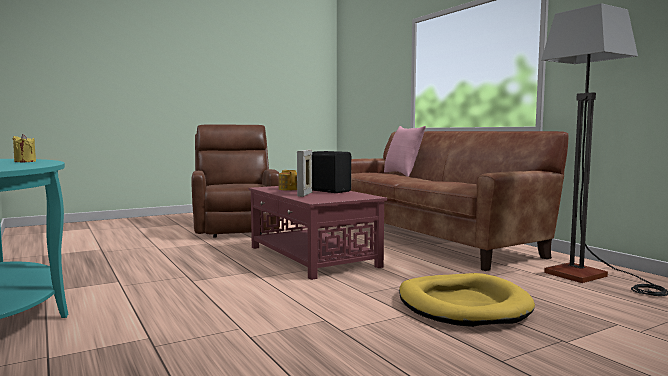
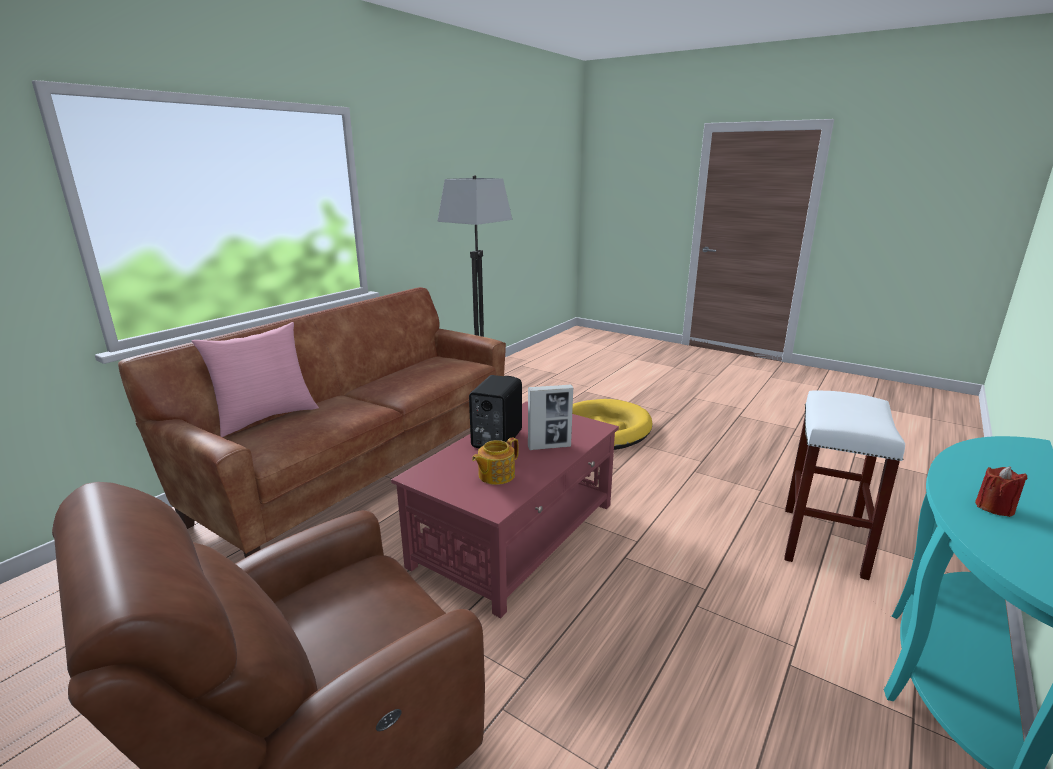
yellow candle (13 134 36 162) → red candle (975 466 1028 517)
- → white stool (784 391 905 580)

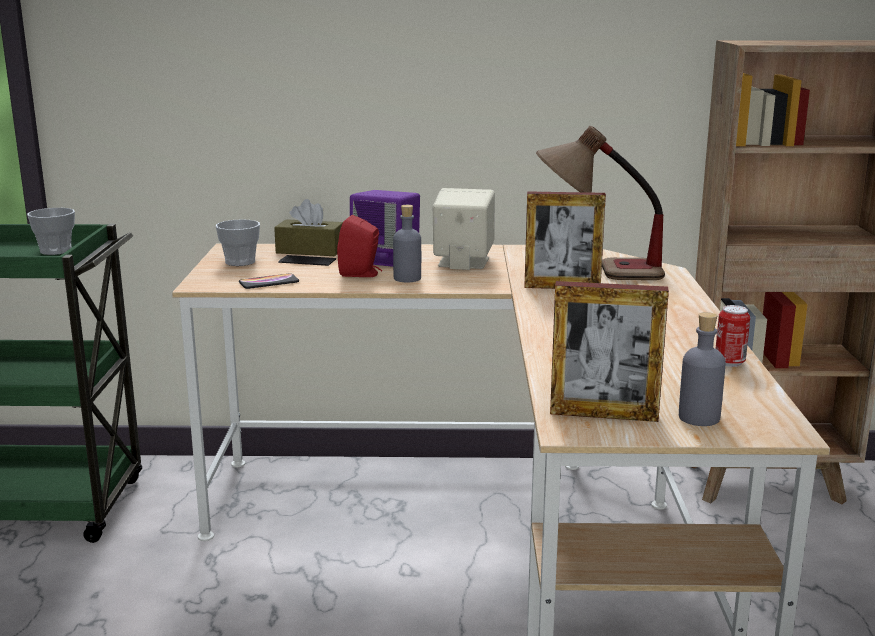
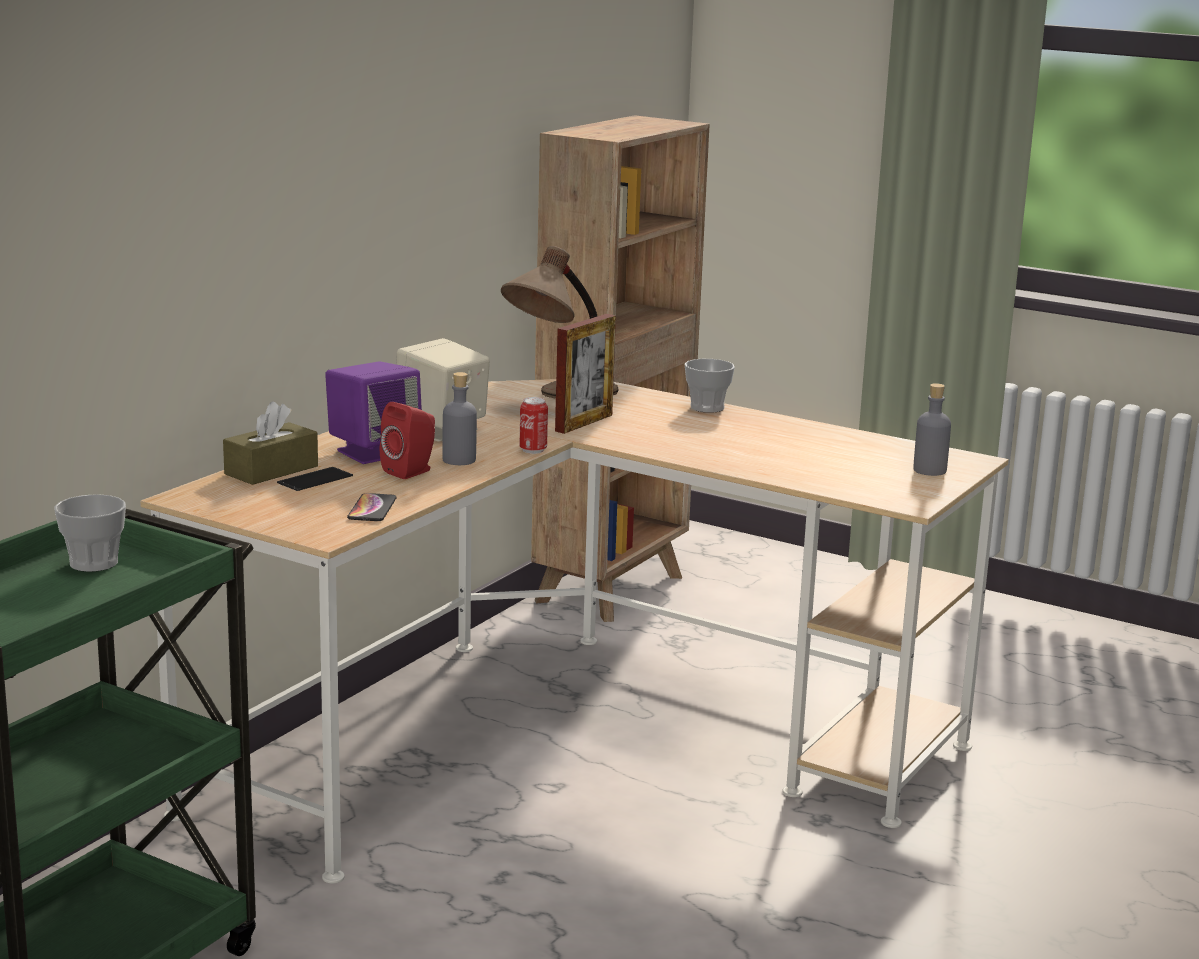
cup (216 219 260 266) → cup (685 359 735 413), moved
picture frame (550 281 669 422) → -
can (715 305 750 367) → can (519 397 548 454), moved

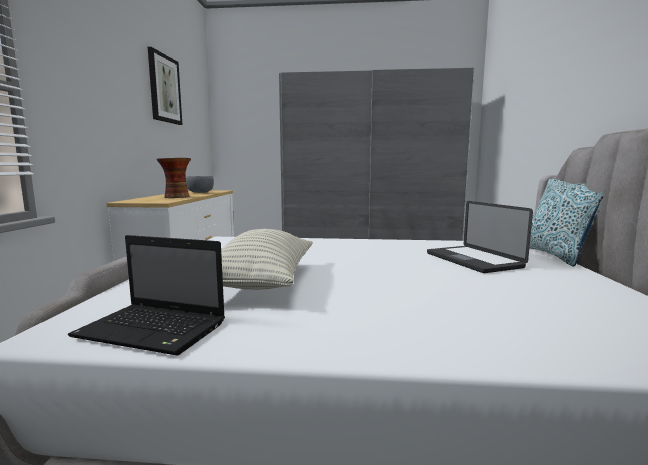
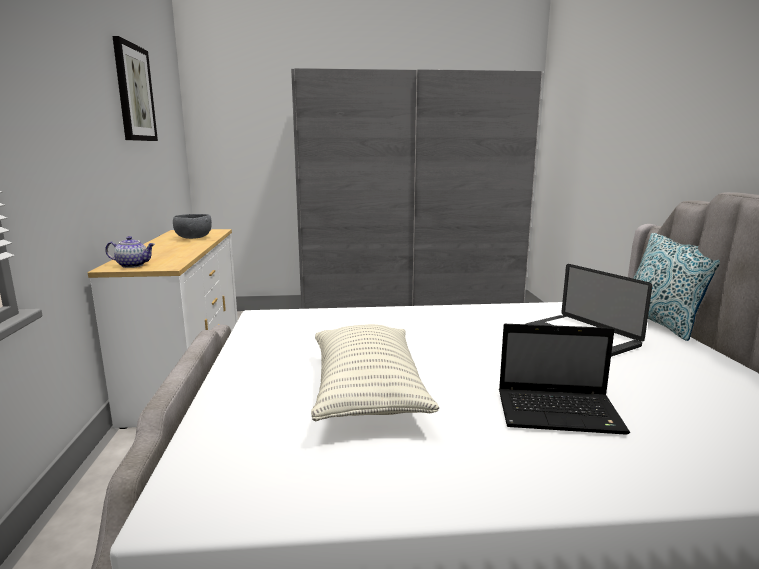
laptop (68 235 225 356) → laptop (499 324 630 435), moved
vase (157 158 191 198) → -
- → teapot (105 236 155 268)

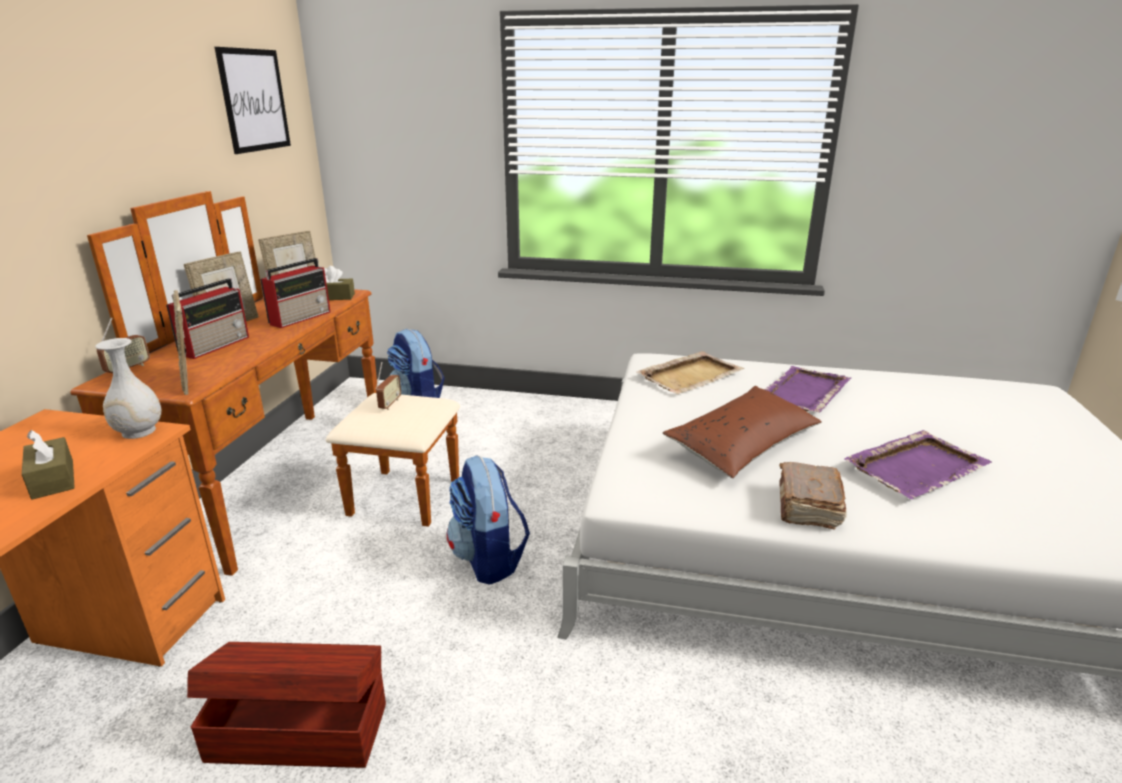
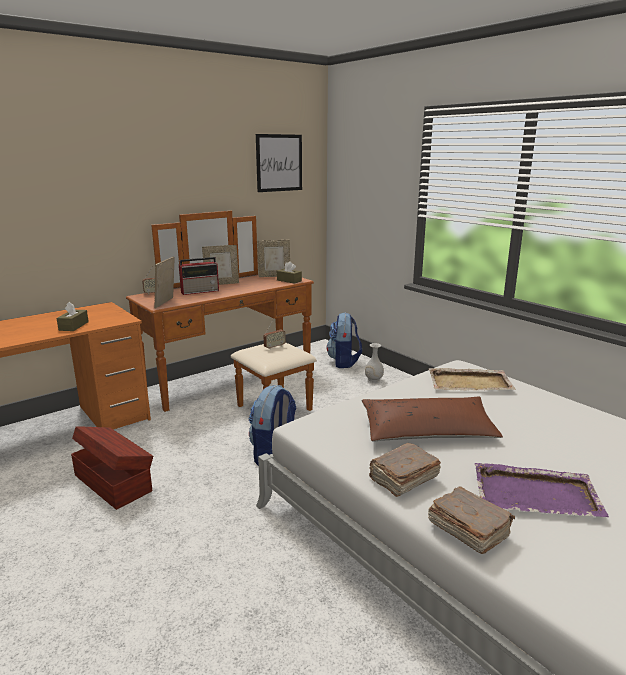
white vase (95 338 161 439) → white vase (365 343 384 382), moved
radio (260 258 331 328) → -
purple tray (764 366 851 412) → -
- → brown book (428 486 515 554)

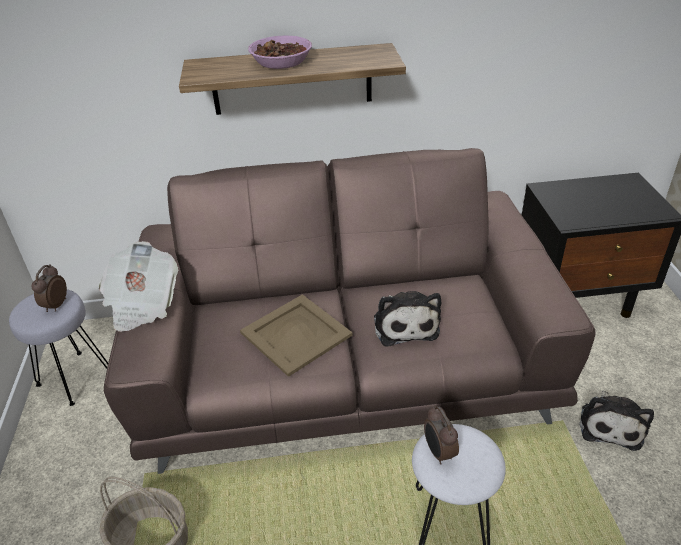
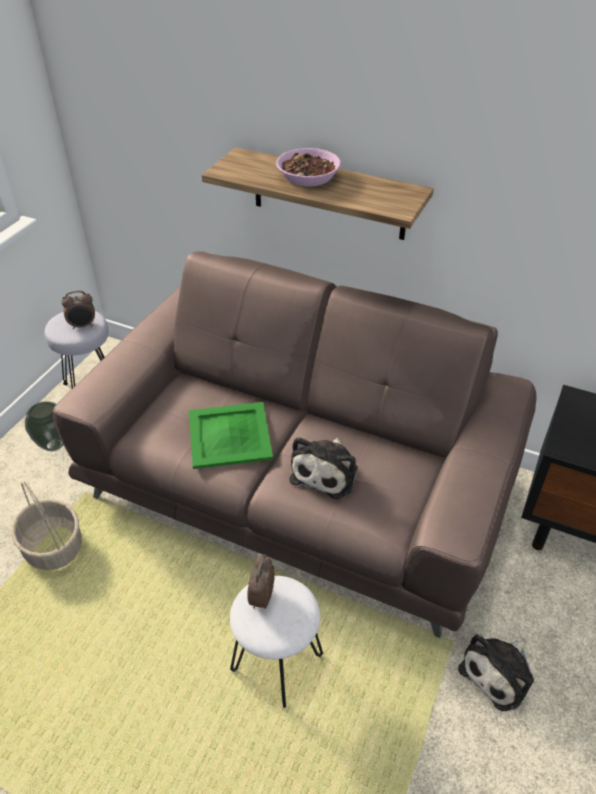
alarm clock (31 264 67 312) → alarm clock (62 290 95 329), 150 degrees counterclockwise
newspaper (99 241 178 332) → -
beige tray (240 294 353 377) → green tray (189 402 273 469)
- → vase (25 401 63 451)

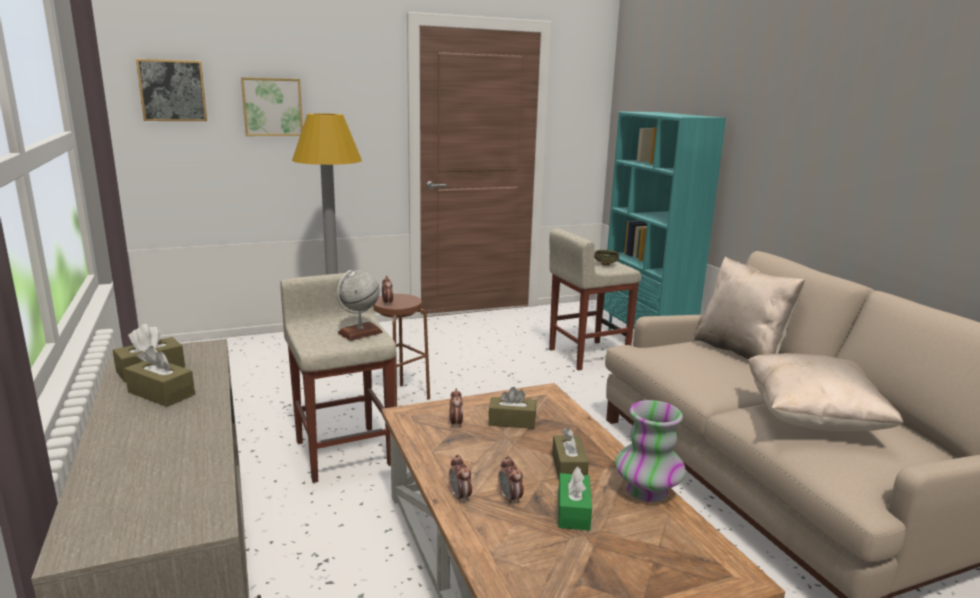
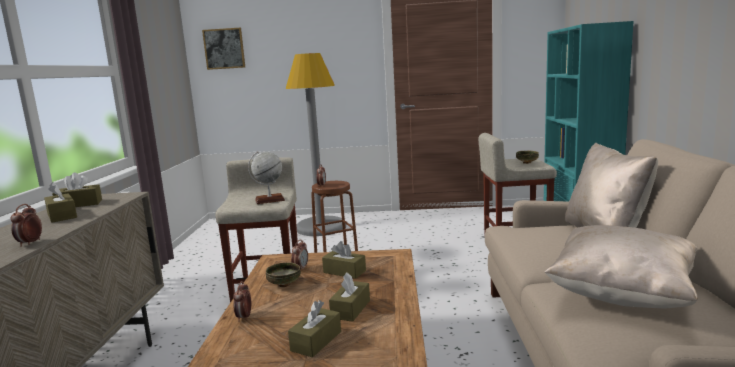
picture (241 77 303 136) → -
alarm clock (498 456 524 505) → alarm clock (11 204 42 247), moved
green tissue box (558 467 592 531) → brown tissue box (288 300 341 357)
vase (615 400 686 502) → -
- → bowl (266 262 301 287)

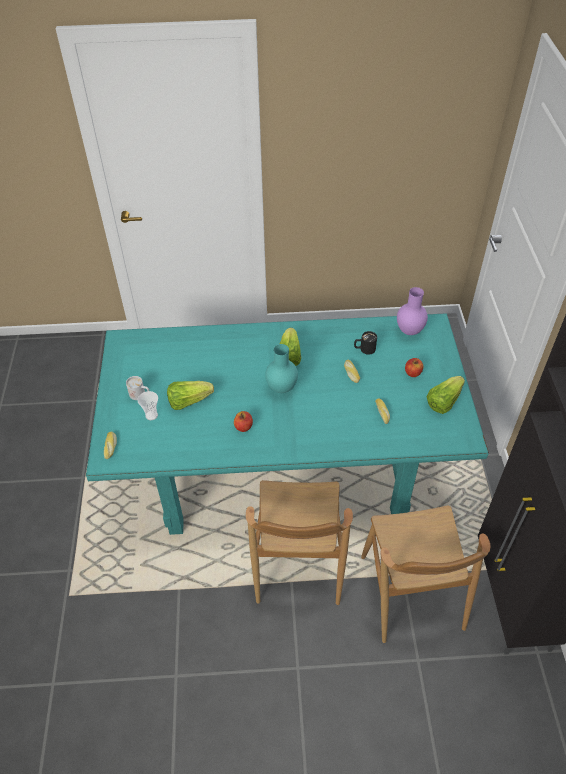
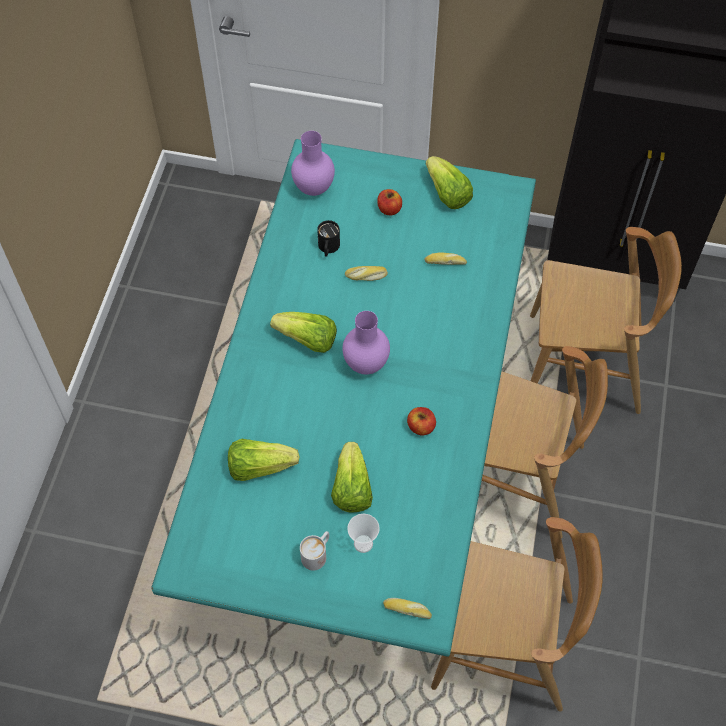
turquoise vase (265 344 298 393) → purple vase (342 311 390 375)
- → lettuce (228 439 300 481)
- → brown chair (431 517 603 712)

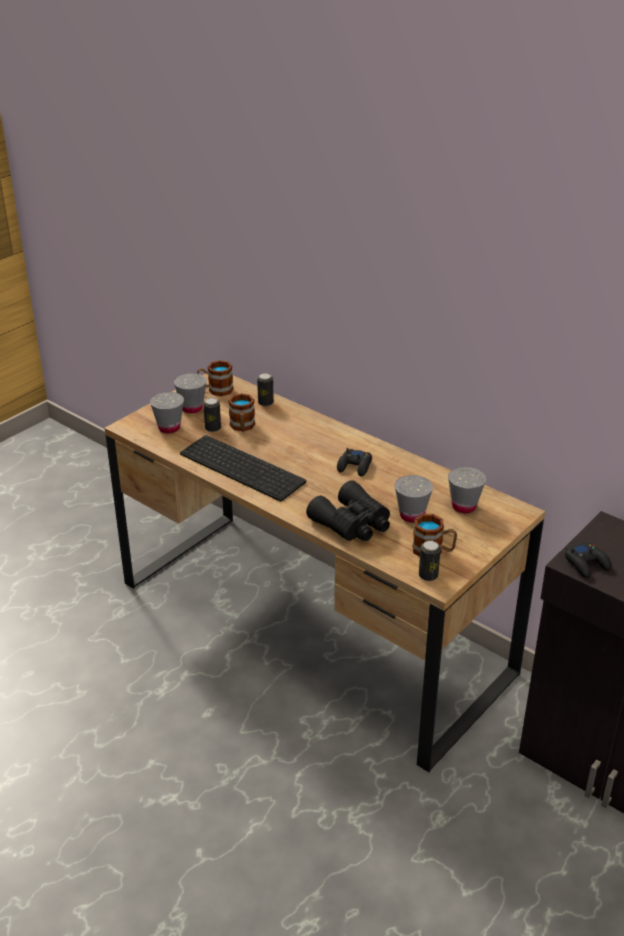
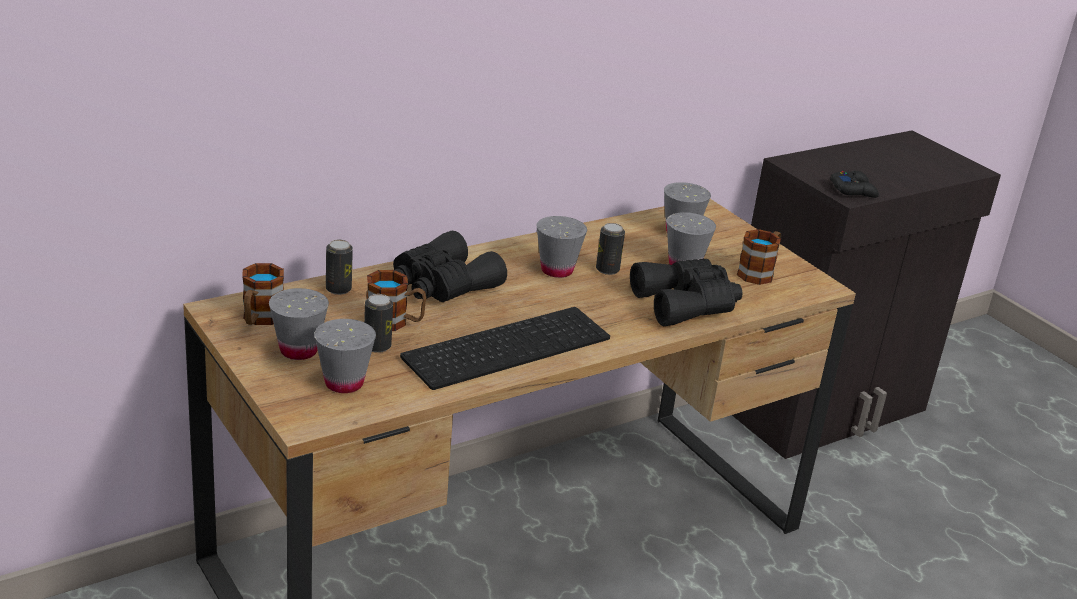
black game controller (337 448 372 477) → grey cup (537 216 587 278)
can (419 540 441 581) → can (596 223 625 275), moved
- → black binoculars (393 230 507 302)

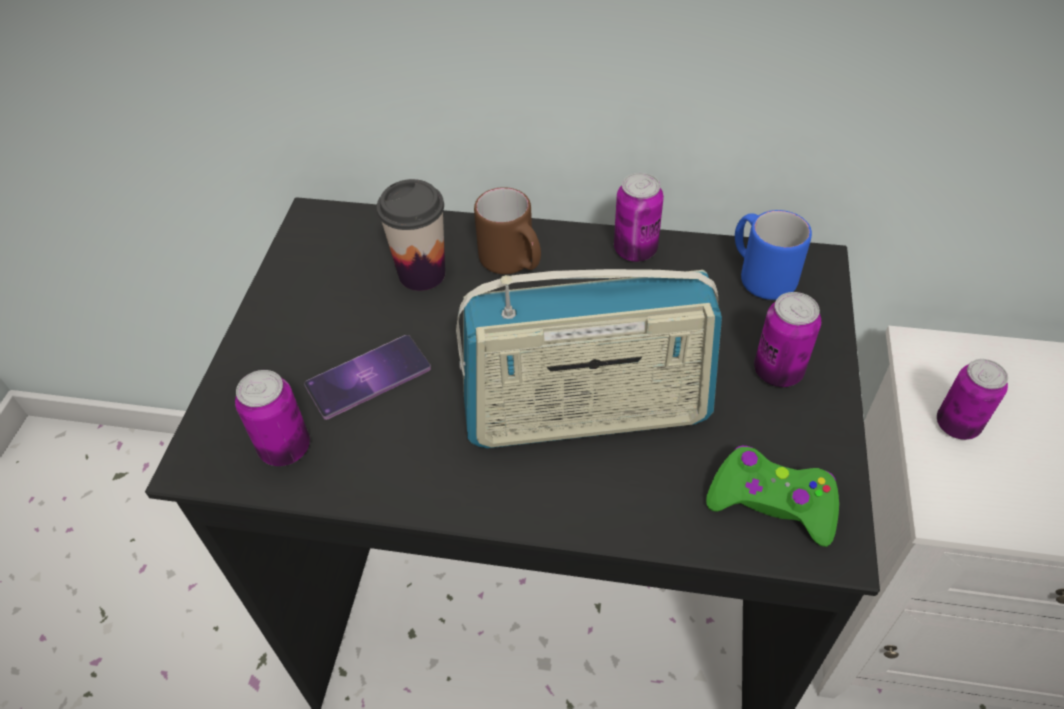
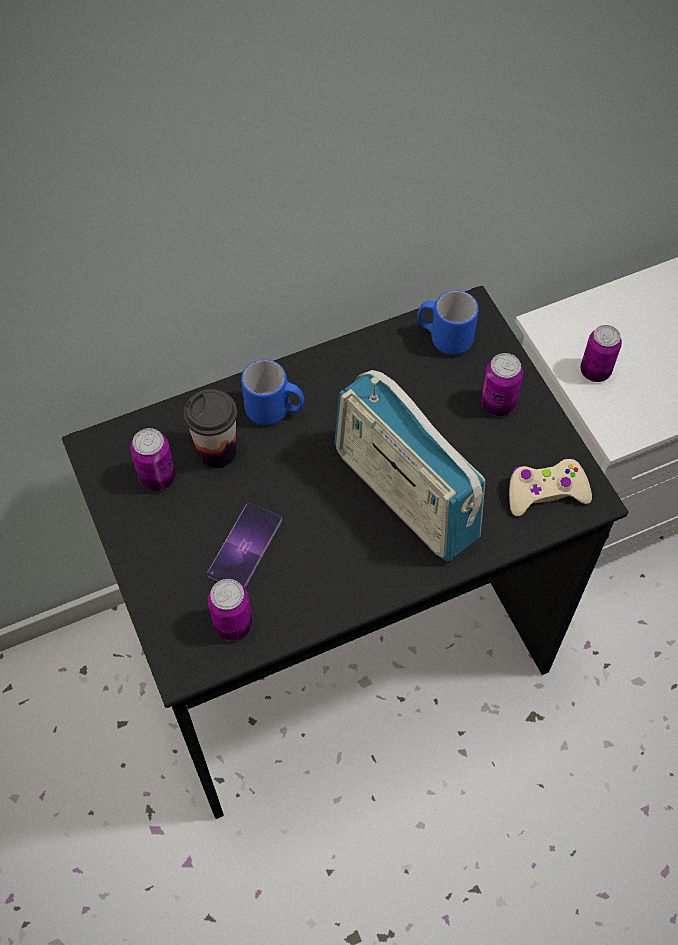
radio (456 269 722 448) → radio (334 370 485 561), 90 degrees clockwise
brown mug (474 187 541 274) → blue mug (241 359 304 425)
can (614 173 664 262) → can (130 428 175 491), moved
green game controller (706 446 839 547) → beige game controller (509 458 592 516)

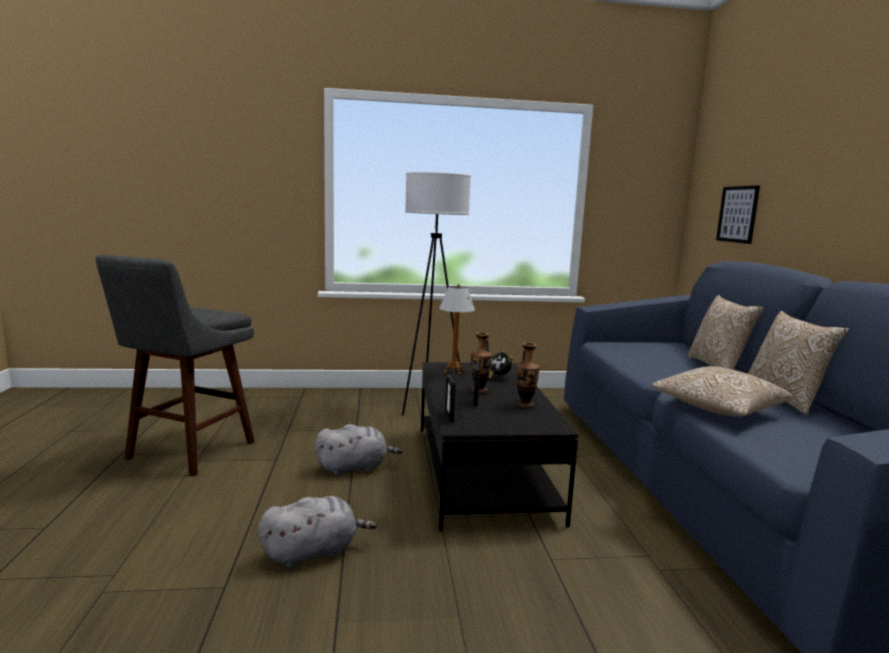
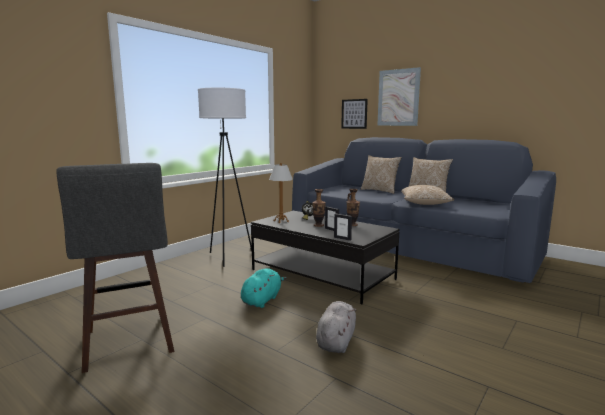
grey plush toy (314 424 403 476) → turquoise plush toy (241 268 287 308)
- → picture (377 67 421 126)

